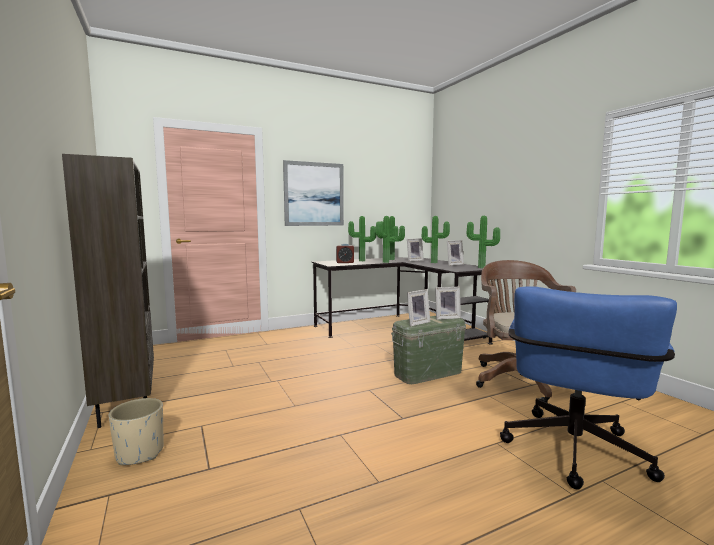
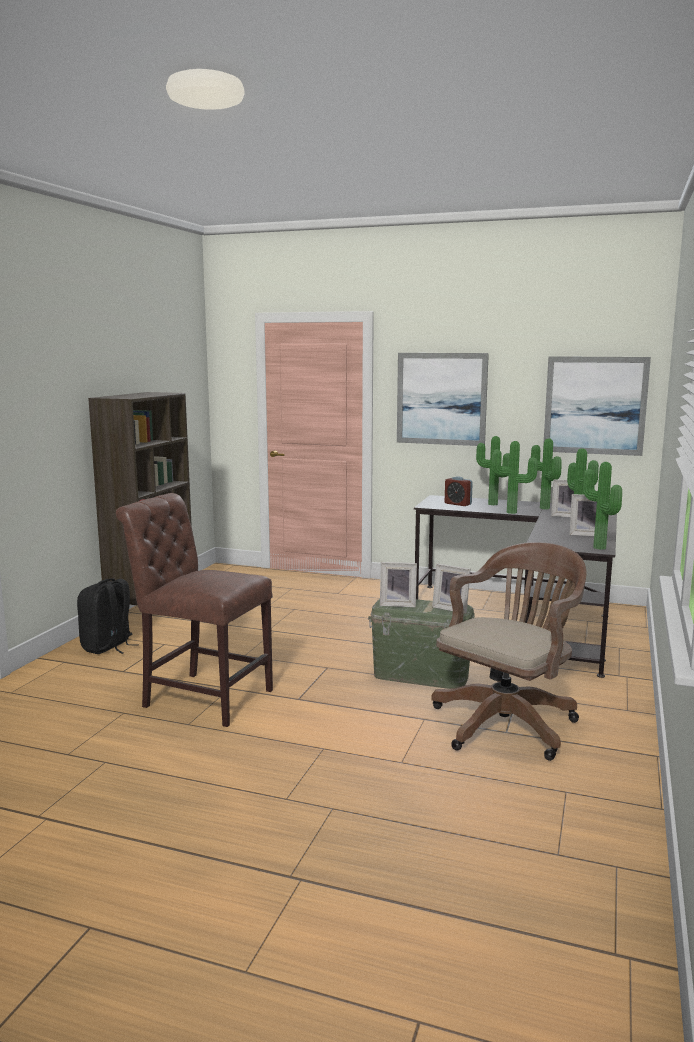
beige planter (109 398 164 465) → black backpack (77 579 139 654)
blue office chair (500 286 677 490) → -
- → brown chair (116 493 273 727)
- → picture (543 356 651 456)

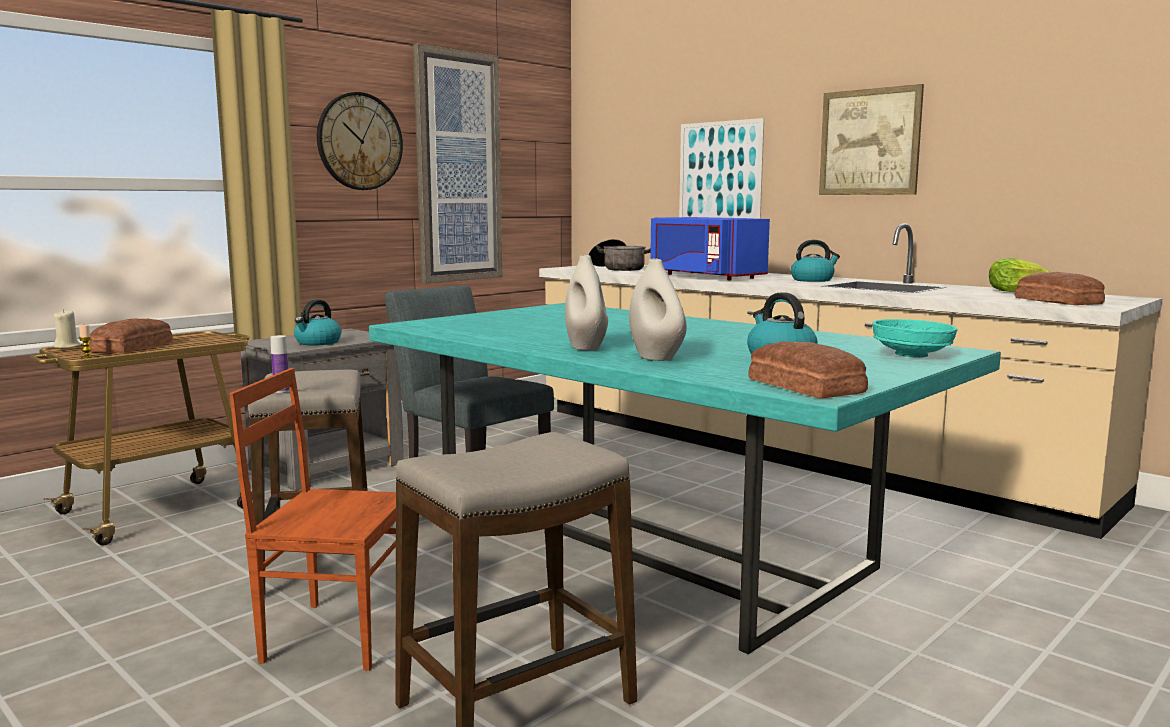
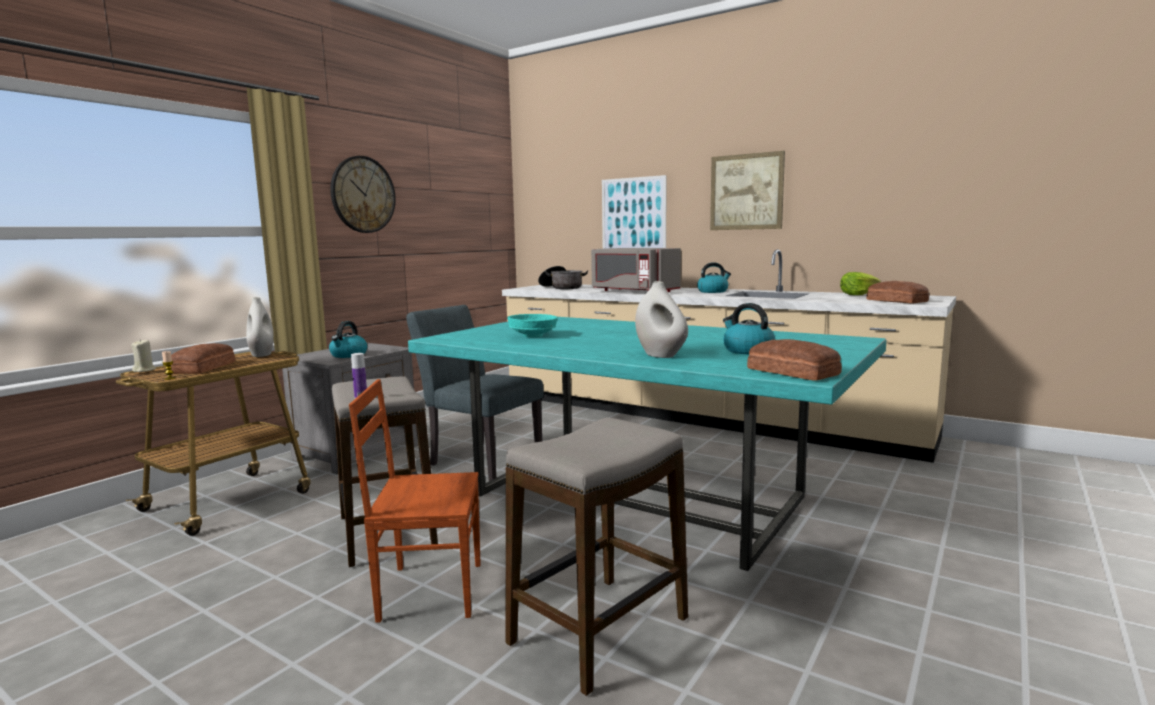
picture (413 44 503 283) → -
white vase (565 255 608 350) → white vase (246 297 274 357), moved
blue microwave (650 217 770 280) → grey microwave (591 248 681 292)
turquoise bowl (872 319 958 358) → turquoise bowl (507 314 557 337), moved

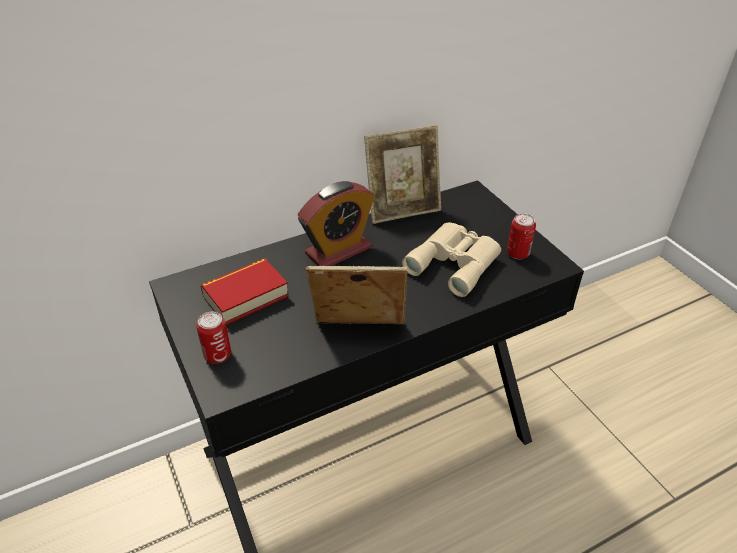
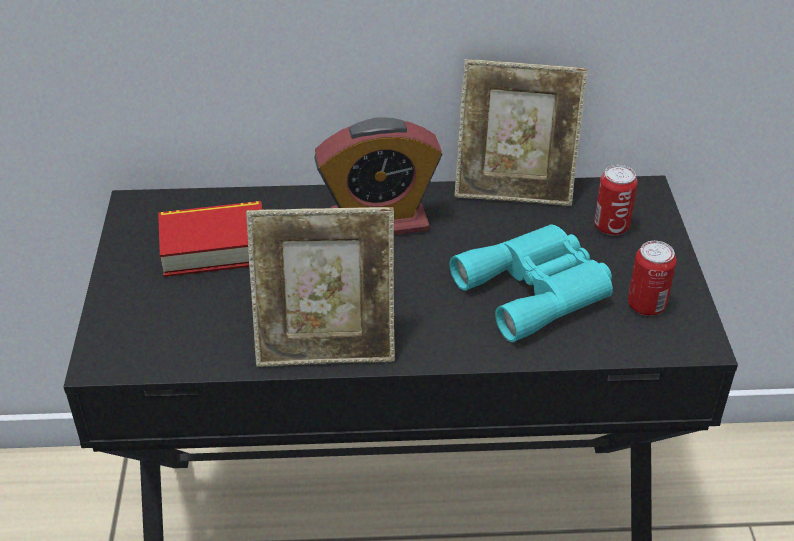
can (196 312 231 364) → can (594 165 638 236), moved
picture frame (306 266 408 324) → picture frame (246 207 395 367), 150 degrees clockwise
beige binoculars (402 223 501 297) → turquoise binoculars (450 225 613 342)

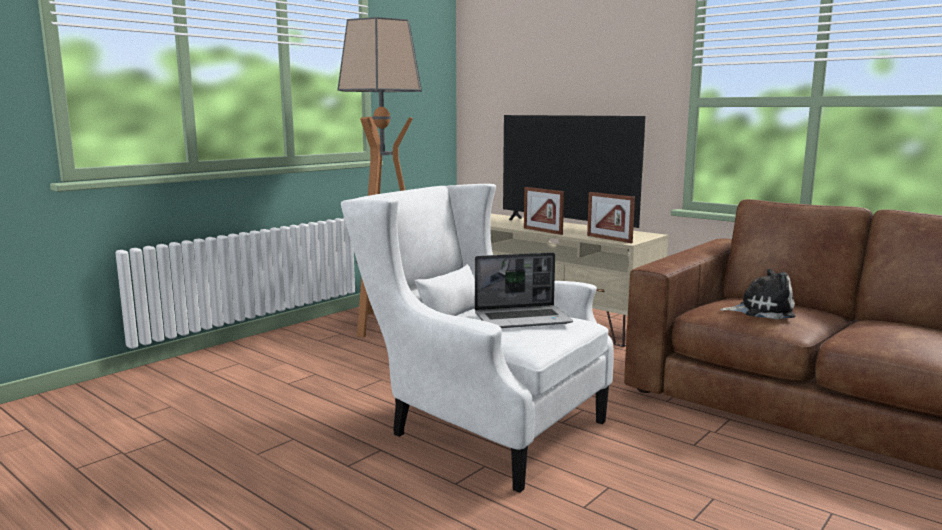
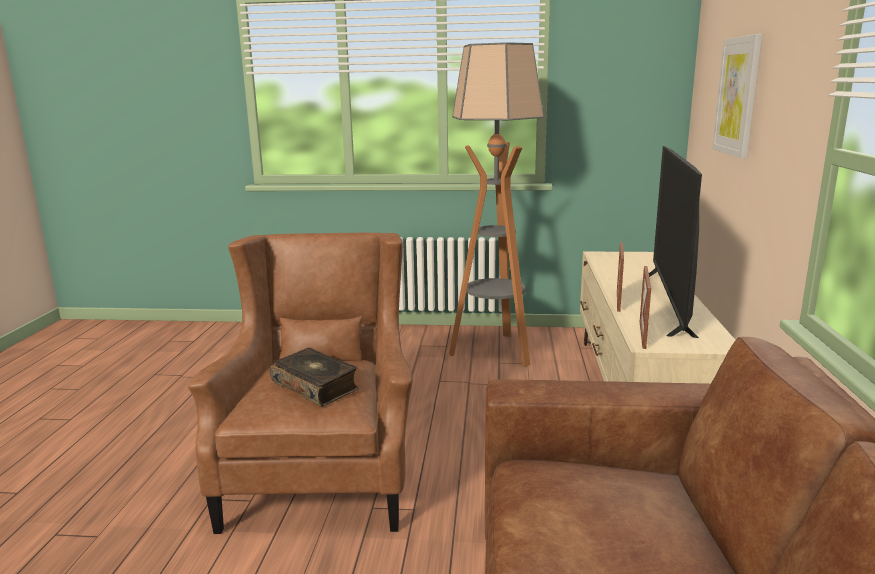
white armchair (341 184 614 493) → brown armchair (188 233 413 534)
laptop (475 252 573 328) → book (270 348 359 407)
plush toy (720 269 795 319) → -
- → picture (712 34 762 159)

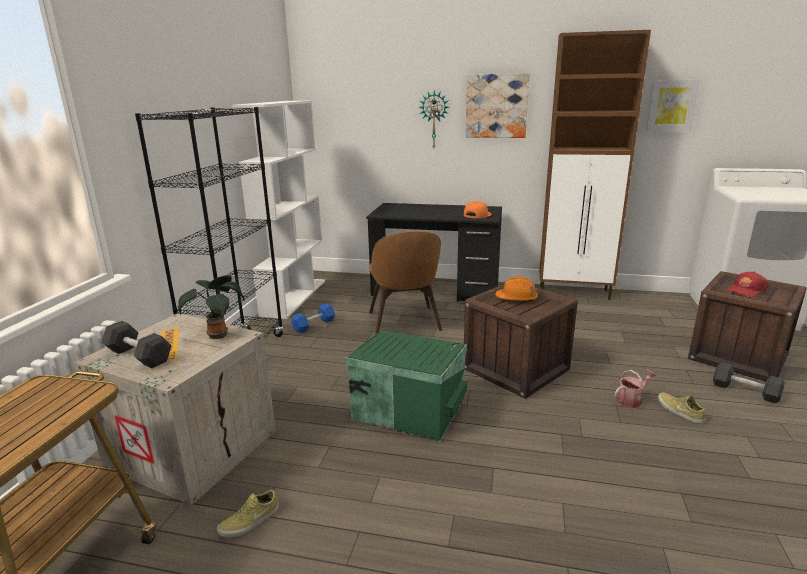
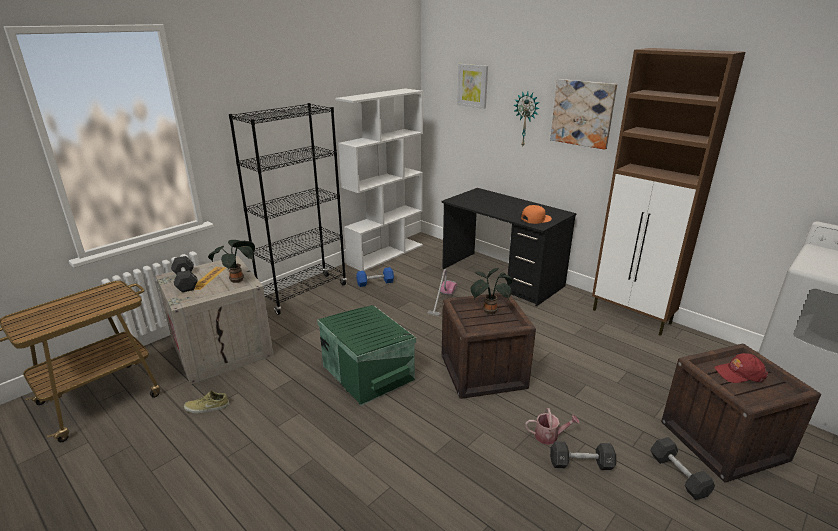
brown chair (369 231 442 335) → vacuum cleaner (427 269 457 316)
orange hard hat (495 276 538 301) → potted plant (471 268 512 314)
picture (646 80 700 131) → picture (457 64 488 109), moved
beige shoe (658 392 705 424) → black dumbbell (550 441 616 470)

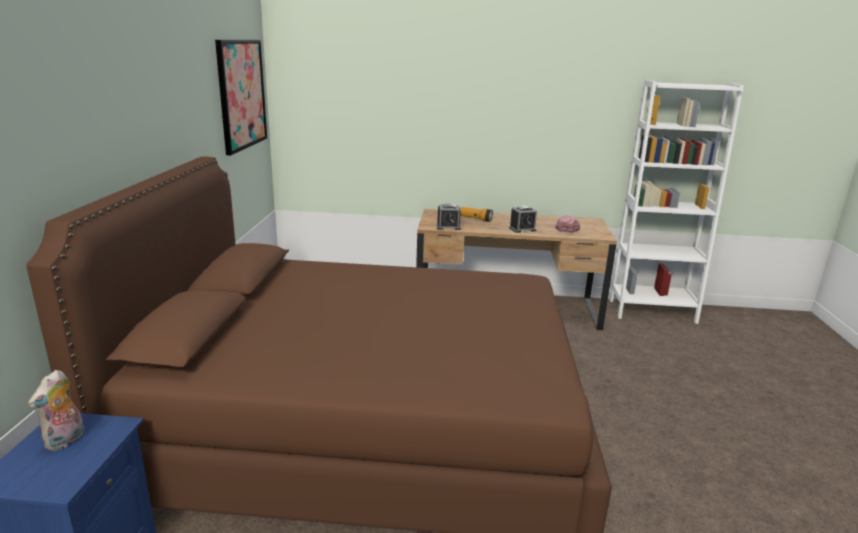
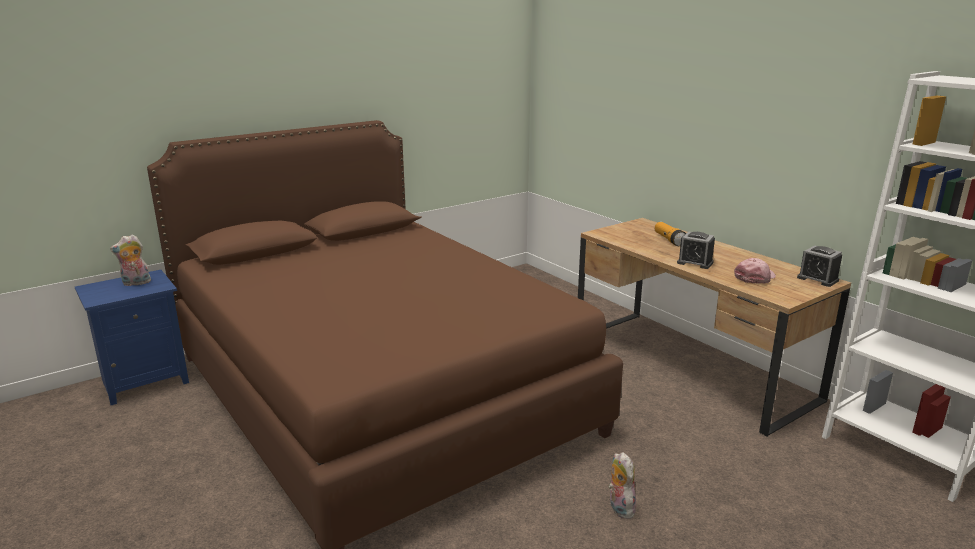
picture (215 40 267 155) → -
alarm clock (436 204 461 230) → alarm clock (797 246 842 287), moved
- → plush toy (608 452 636 519)

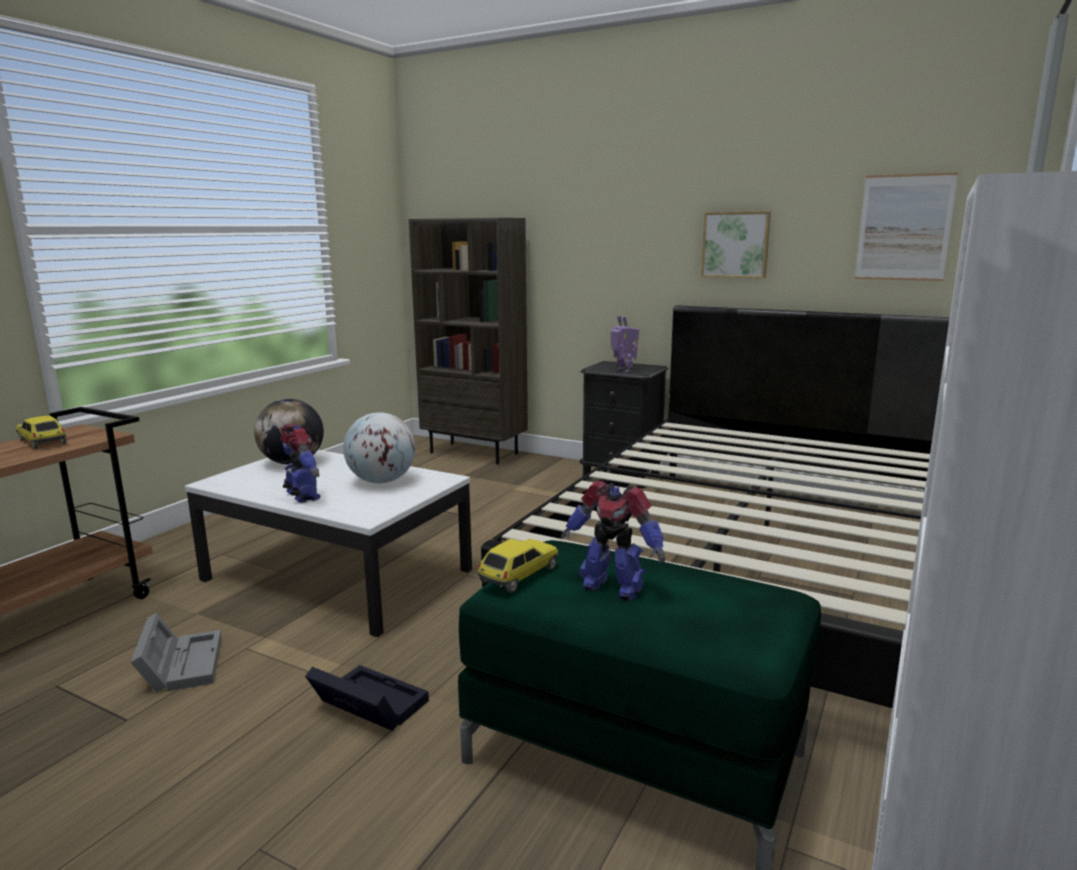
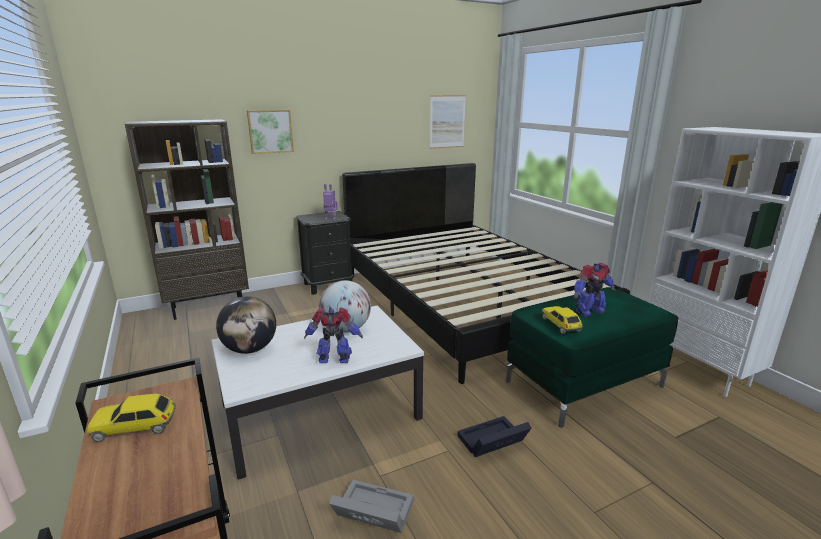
picture (701 211 771 279) → picture (247 110 294 154), moved

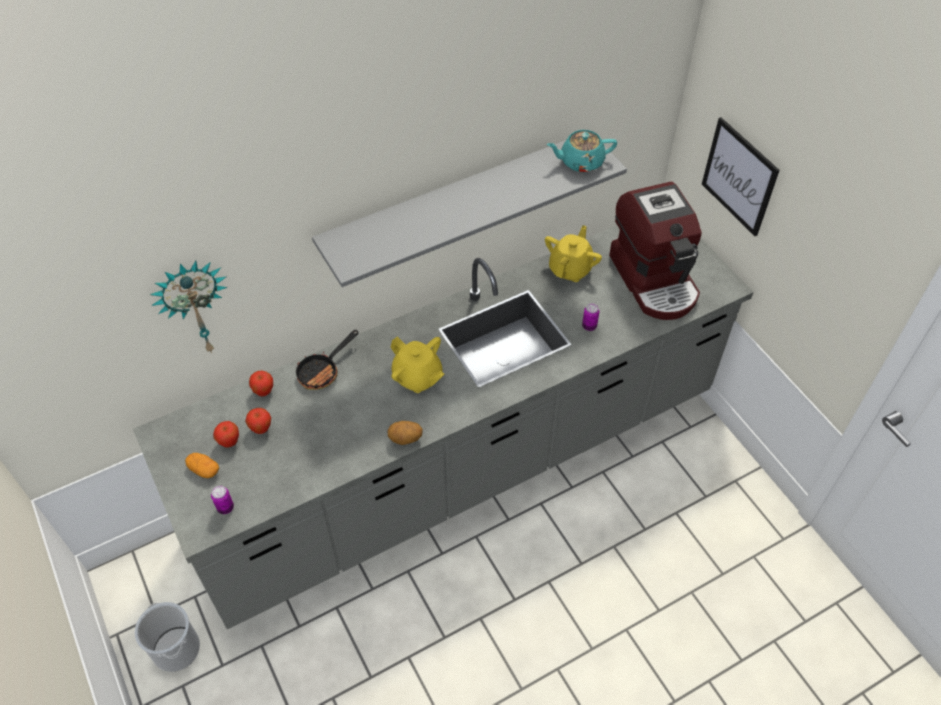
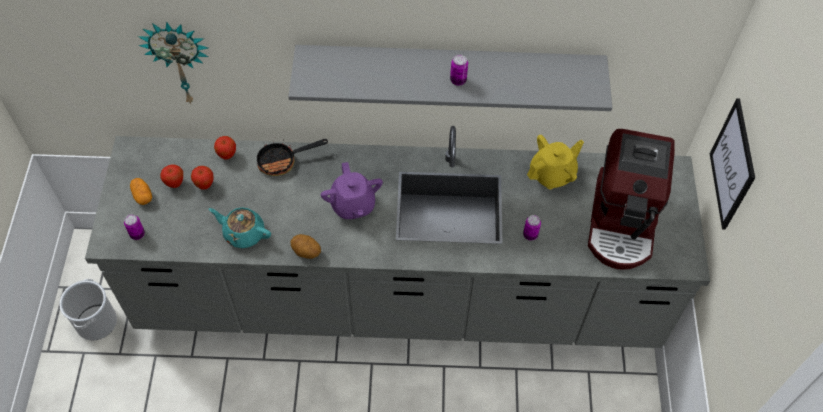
yellow teapot (390 337 444 393) → purple teapot (321 162 383 219)
turquoise teapot (547 130 617 172) → turquoise teapot (209 207 271 248), moved
- → can (450 55 468 86)

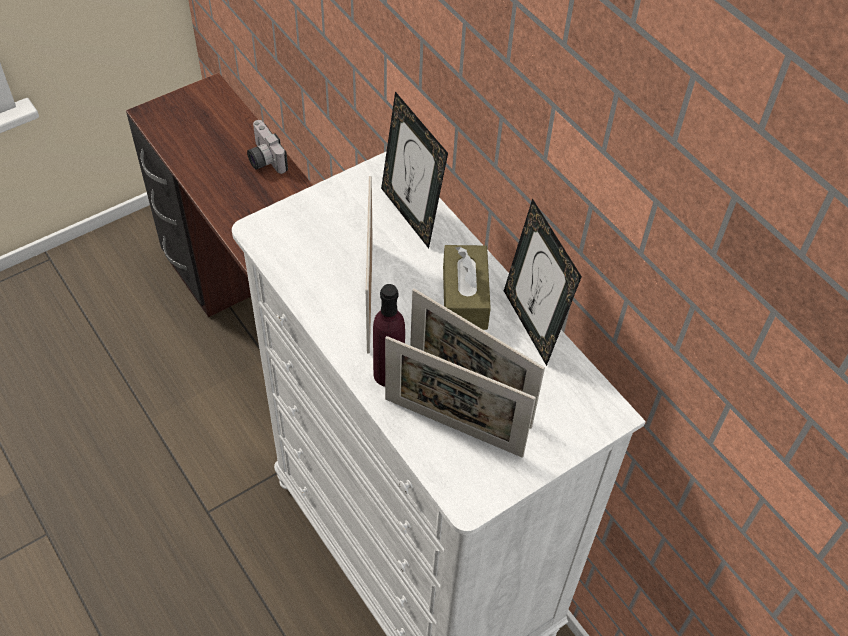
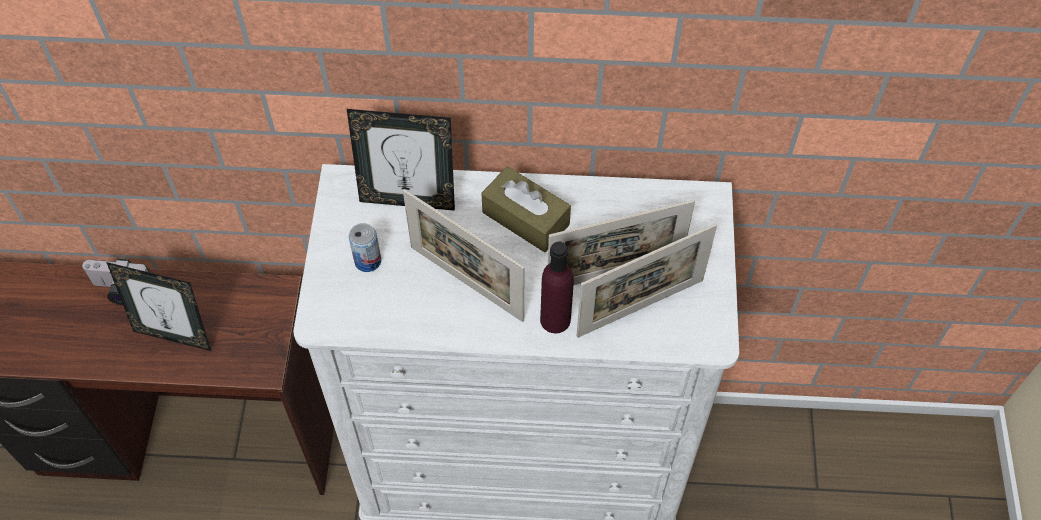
picture frame (504 199 582 366) → picture frame (106 262 211 351), moved
- → can (349 223 381 272)

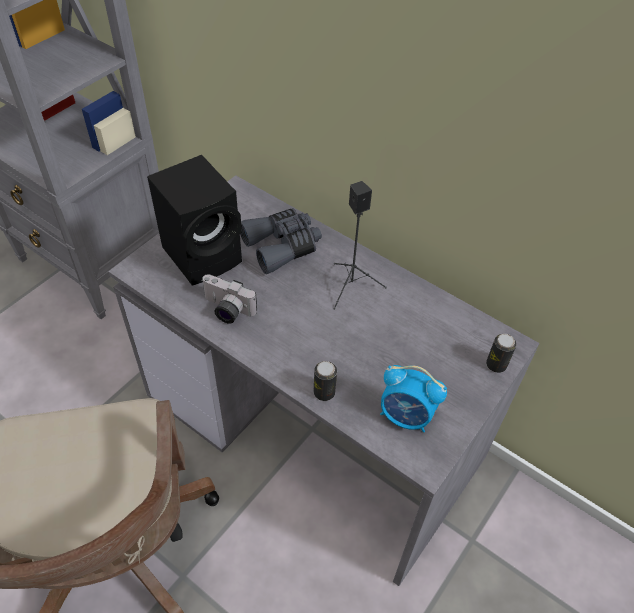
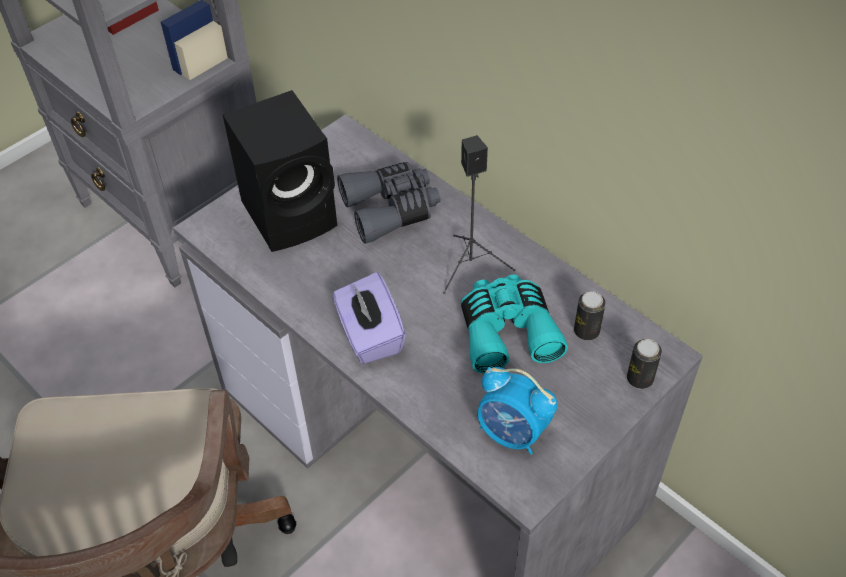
photo camera (202 274 257 324) → -
can (314 361 337 401) → can (574 291 606 341), moved
- → purple tissue box (333 272 406 364)
- → turquoise binoculars (461 274 568 373)

